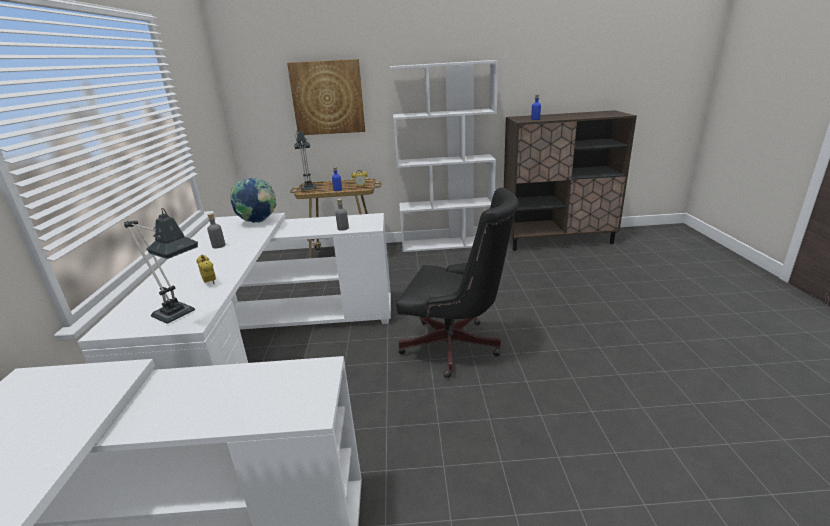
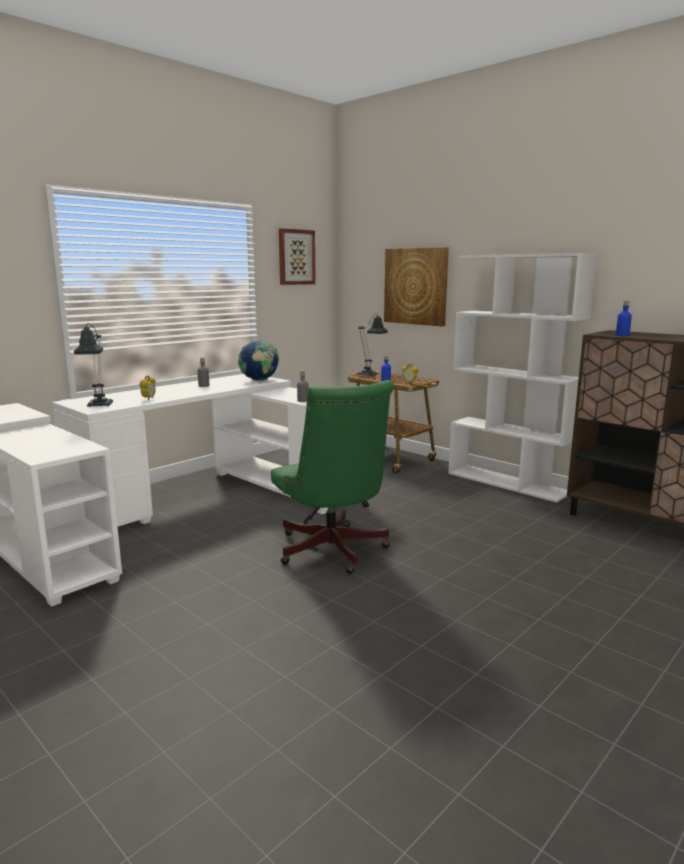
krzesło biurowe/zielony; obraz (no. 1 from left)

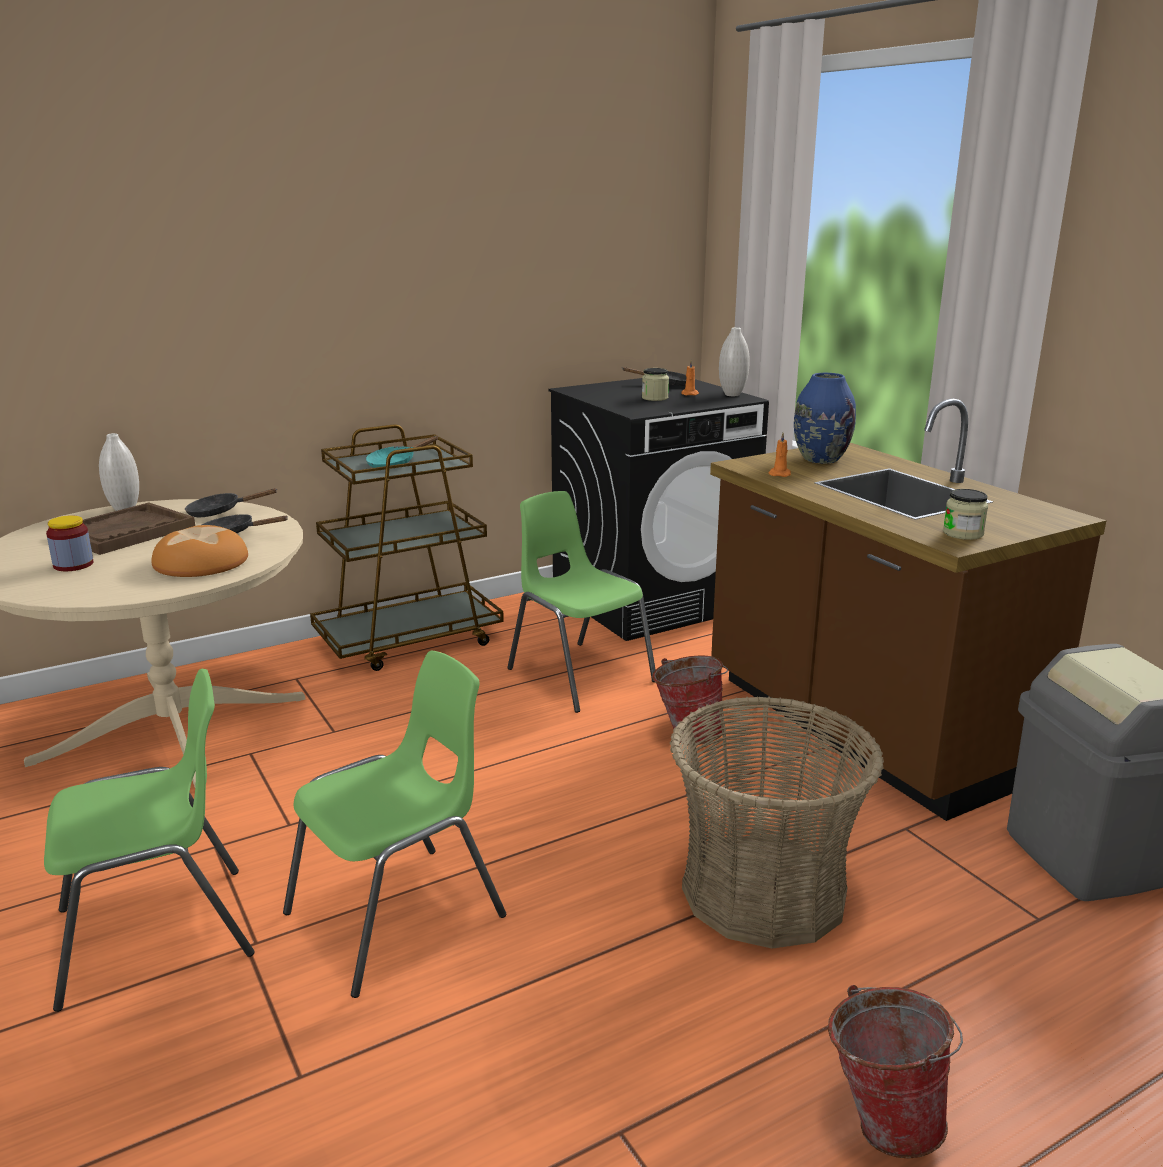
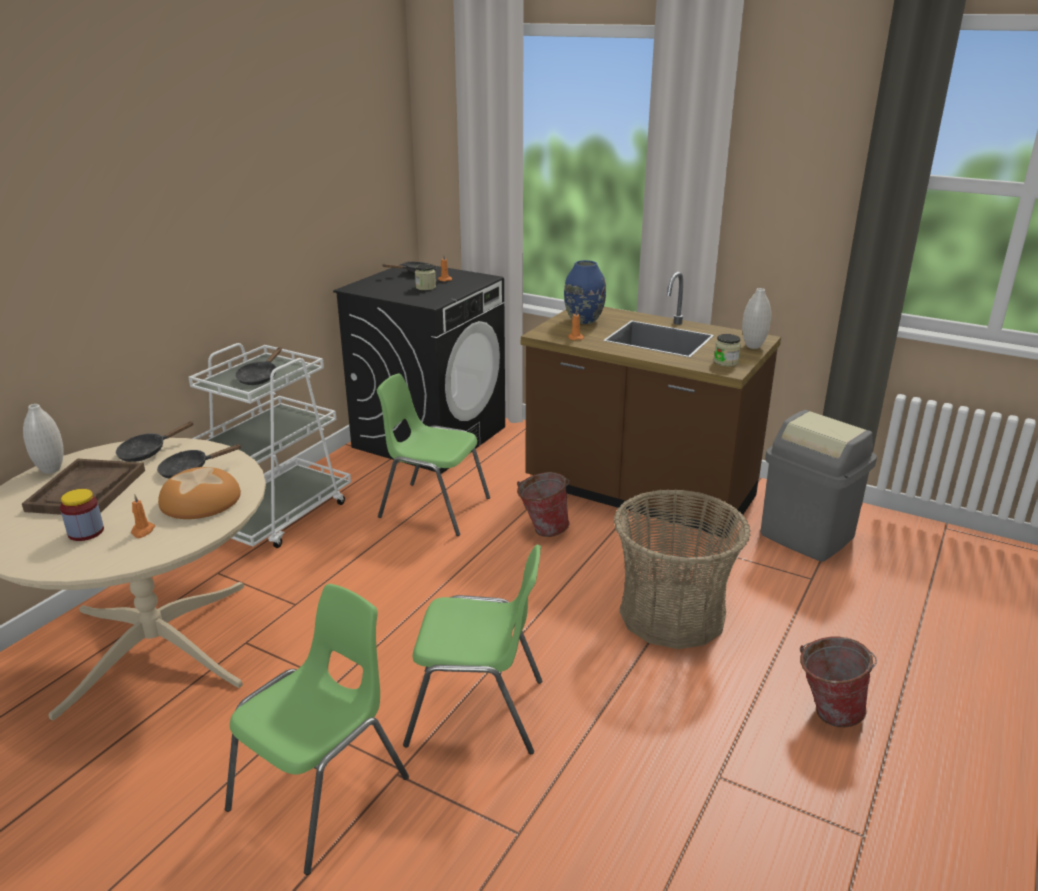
wazon/biały (no. 2 from left); wózek/biały; patelnia/czarny (no. 3 from left); krzesło/zielony (no. 3 from left); świeca/pomarańczowy (no. 1 from left)

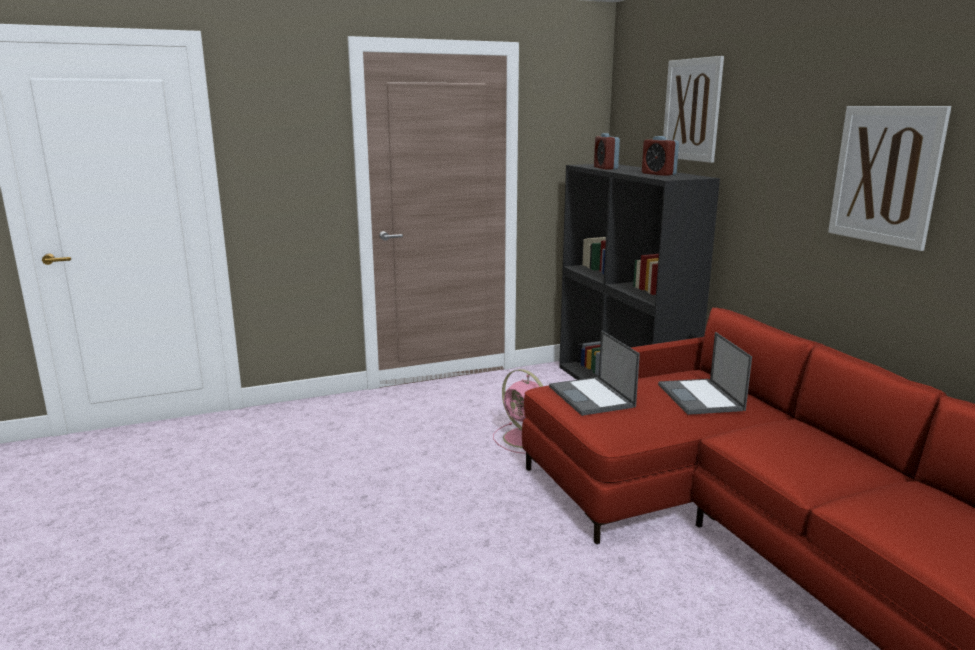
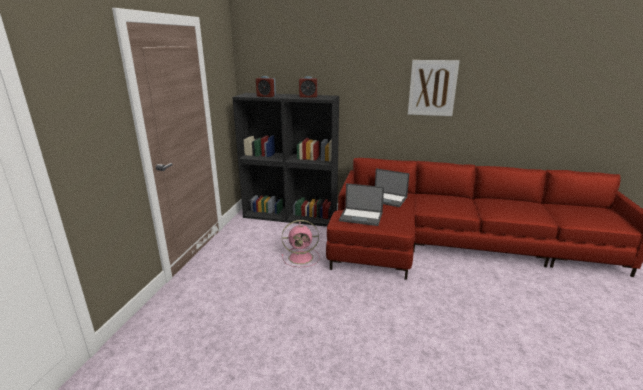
obraz (no. 1 from left in the first image)

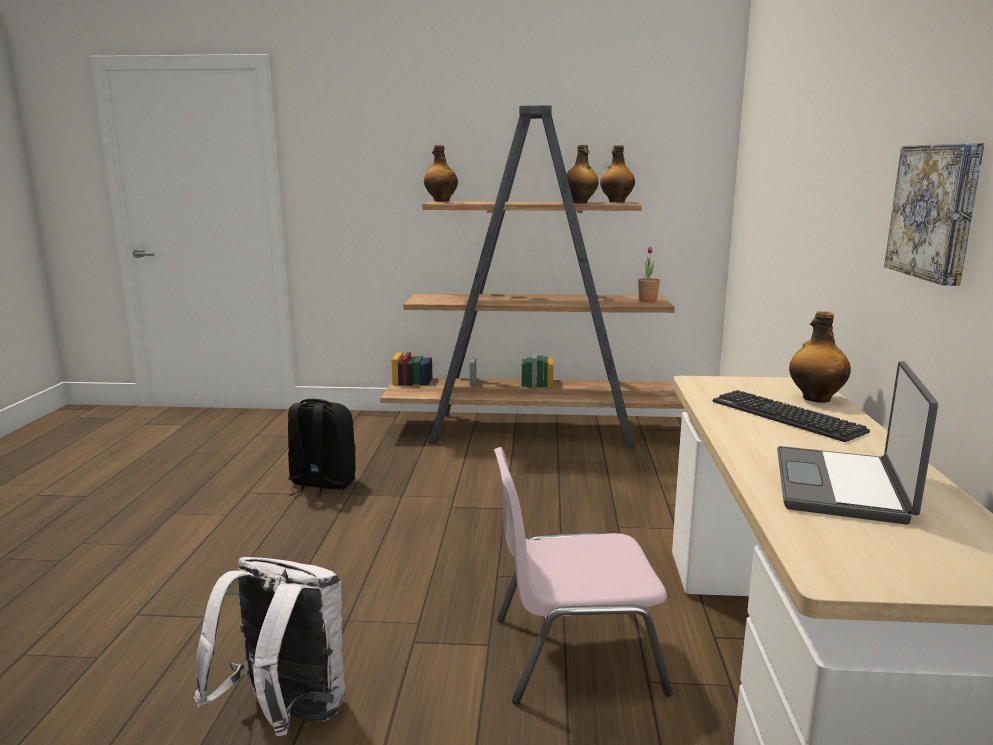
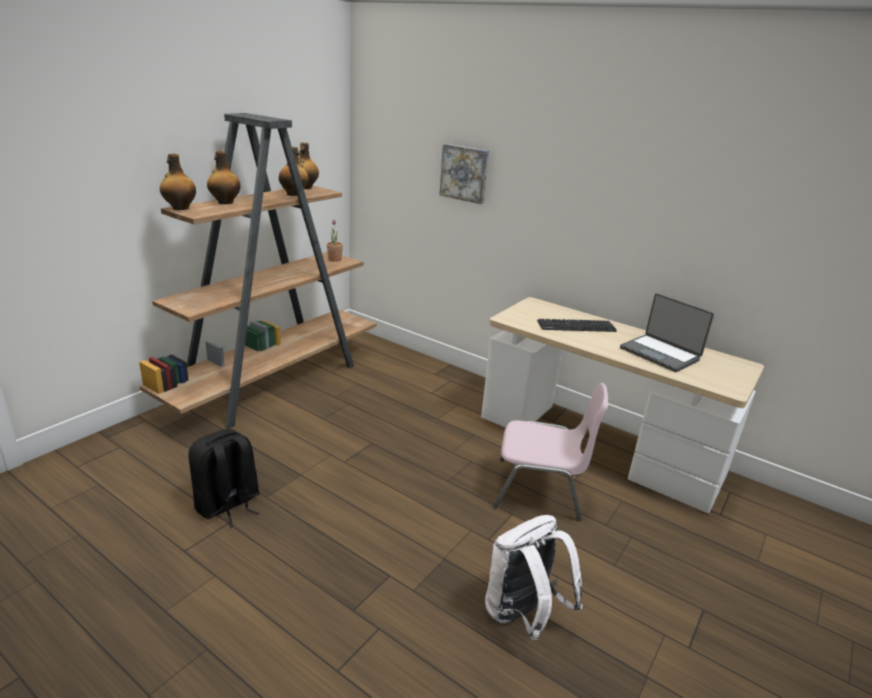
obraz; butelka (no. 2 from left); krzesło/różowy

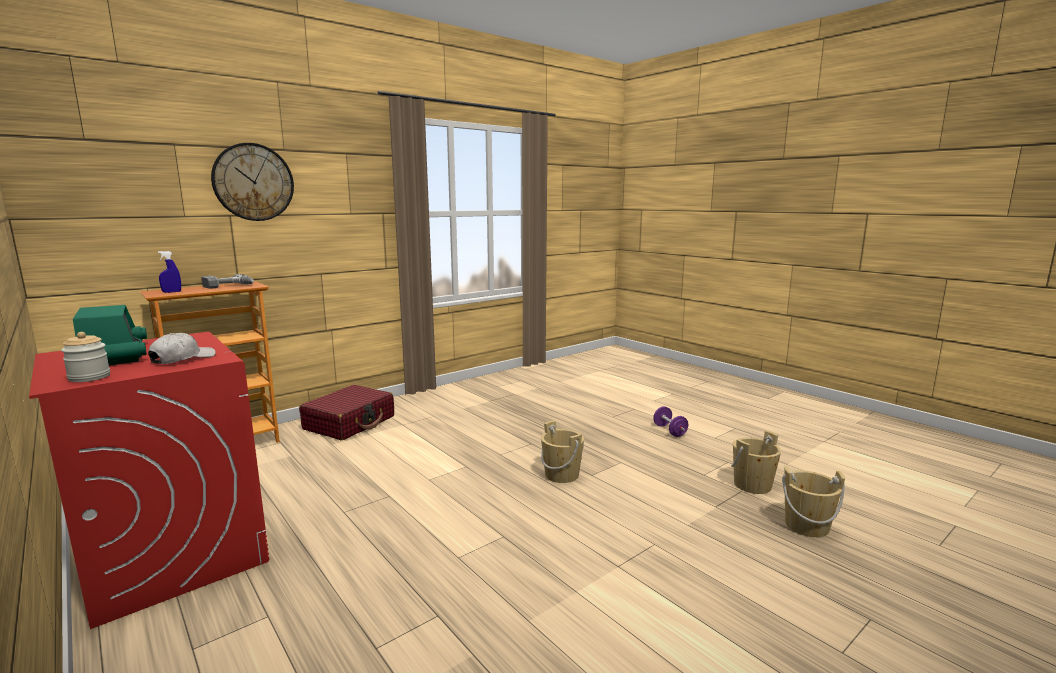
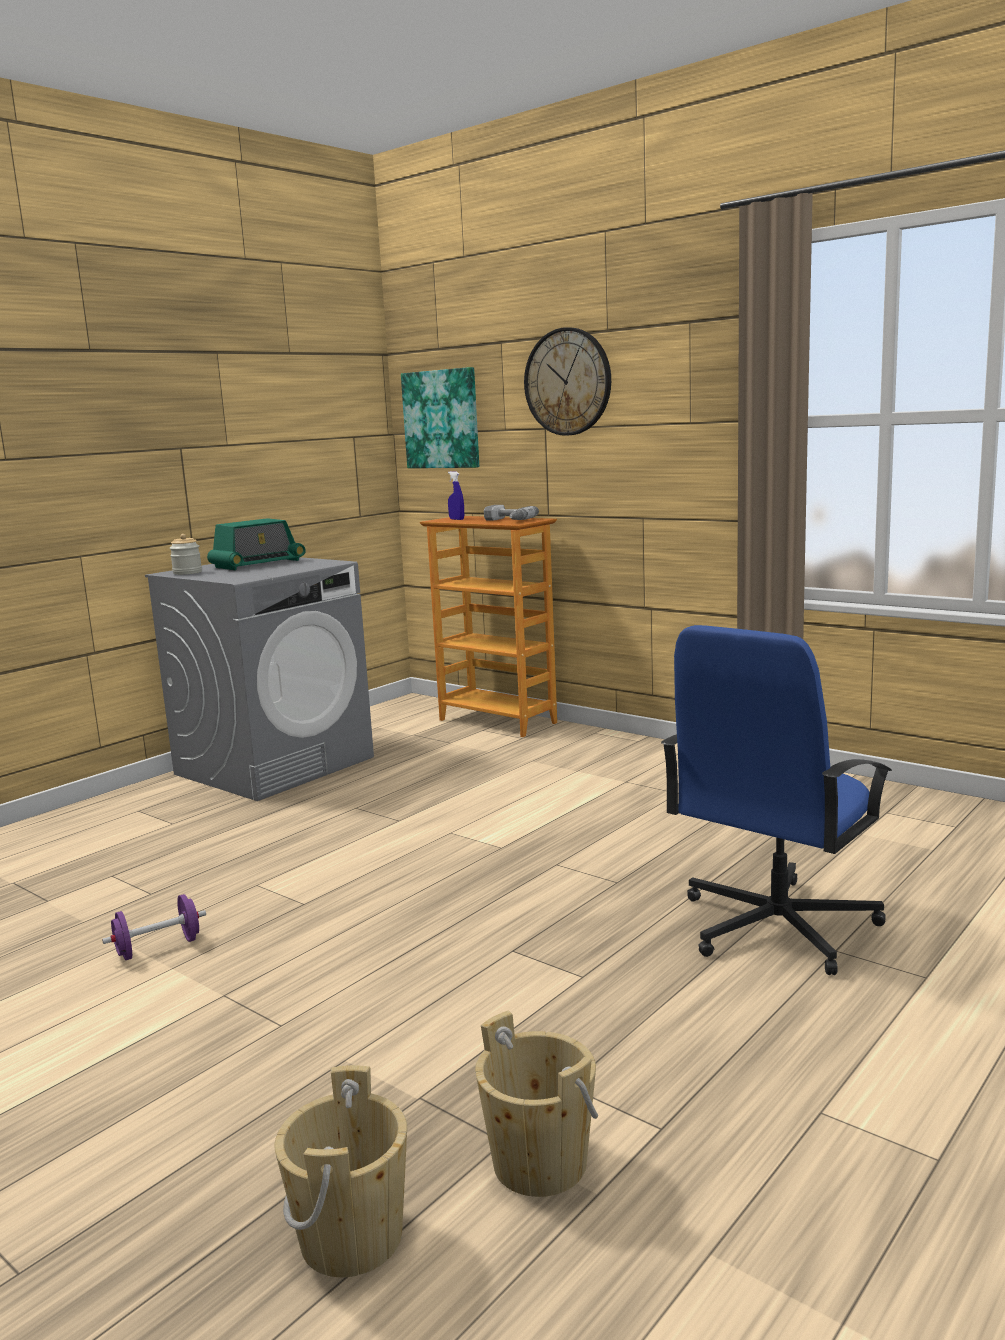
pralka/szary; czapka z daszkiem/biały; walizka/czerwony; hantel/fioletowy; wiadro/beżowy (no. 1 from left in the first image); obraz; krzesło biurowe/niebieski

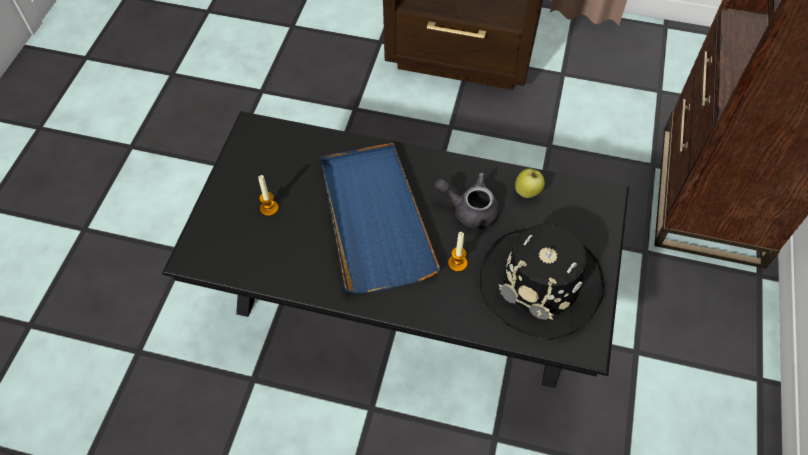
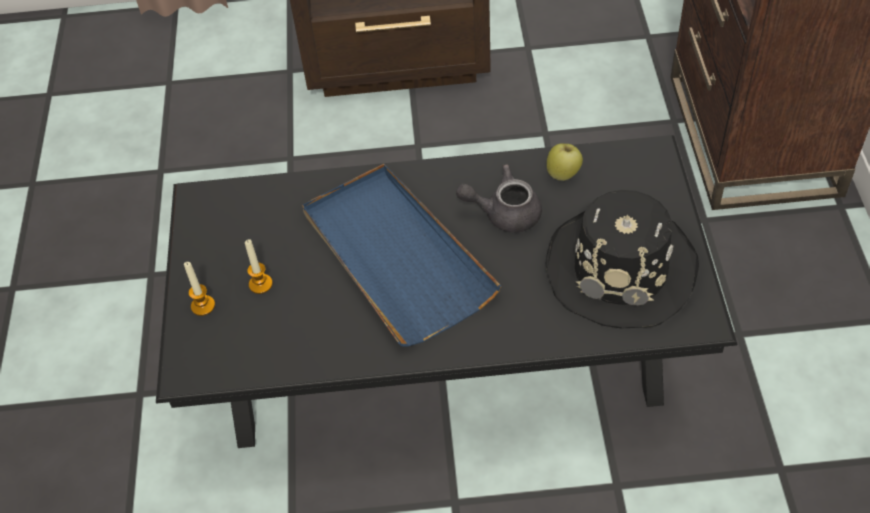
świeca (no. 1 from left)

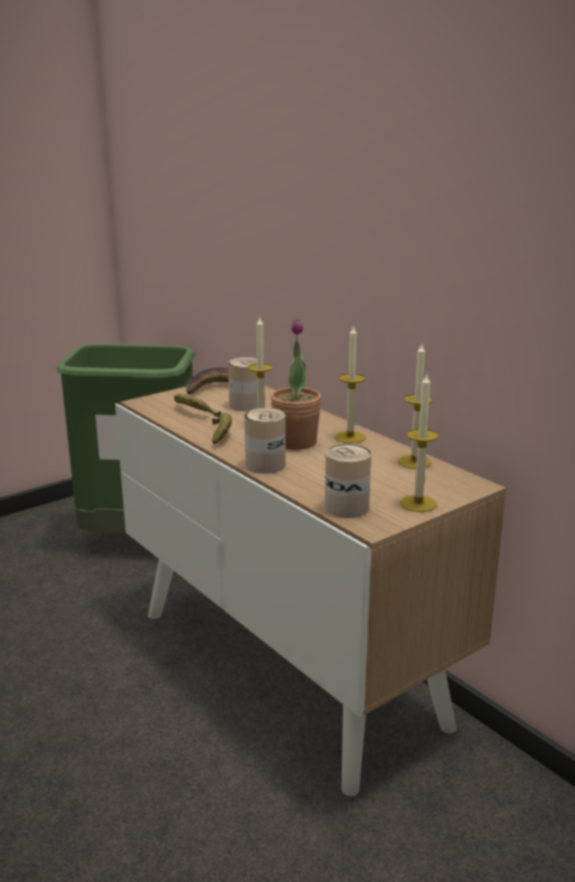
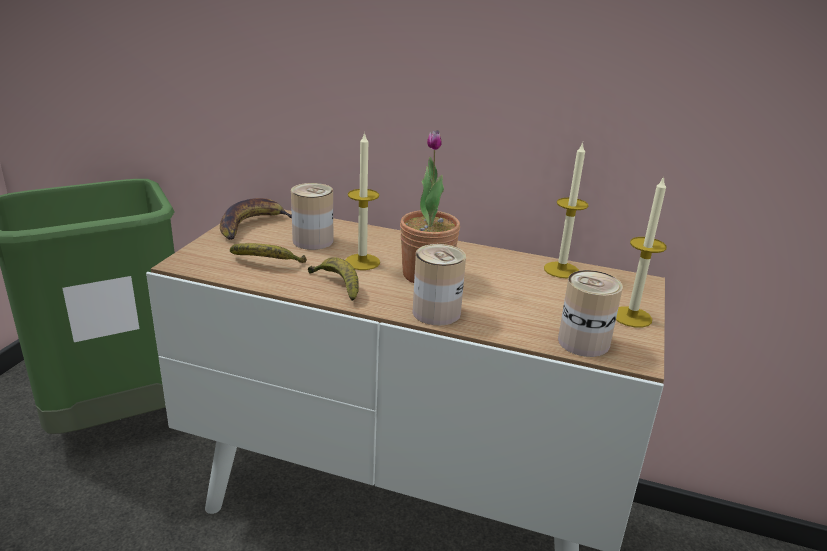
świeca (no. 2 from left in the first image)

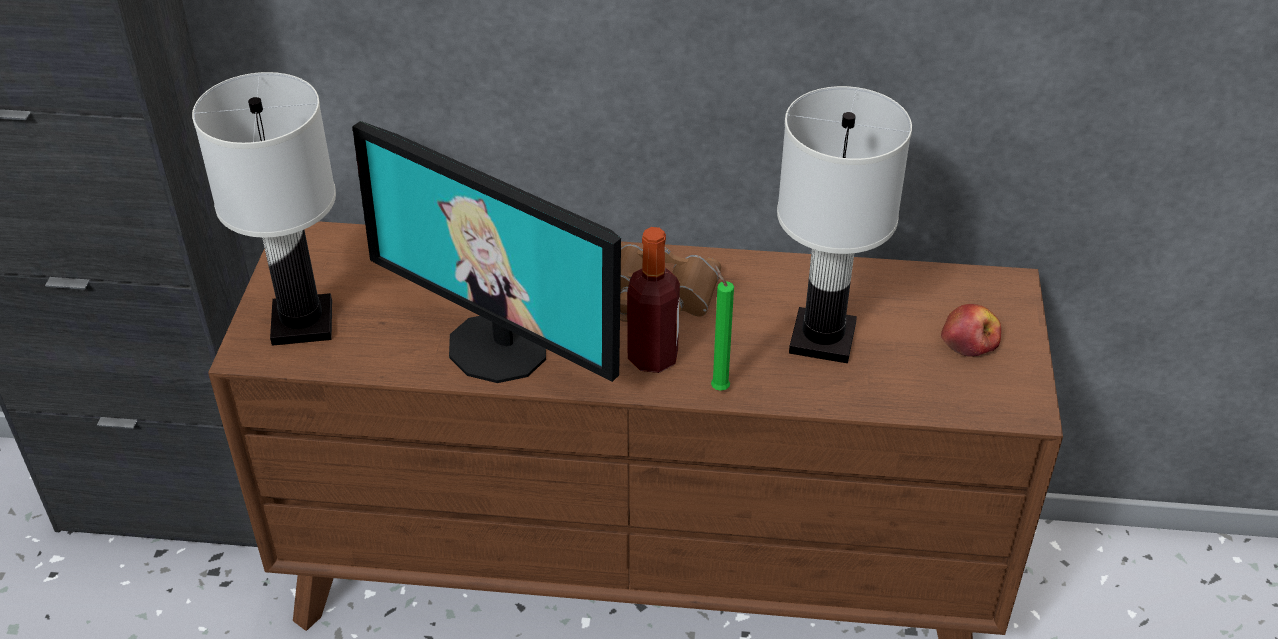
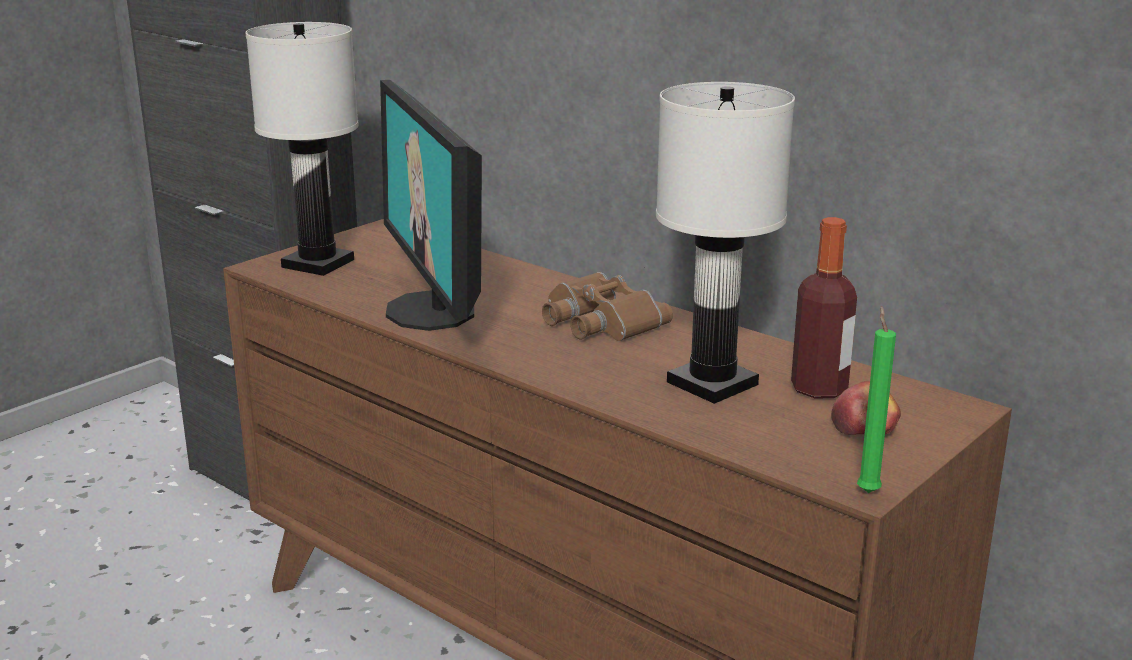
butelka; świeca/zielony

